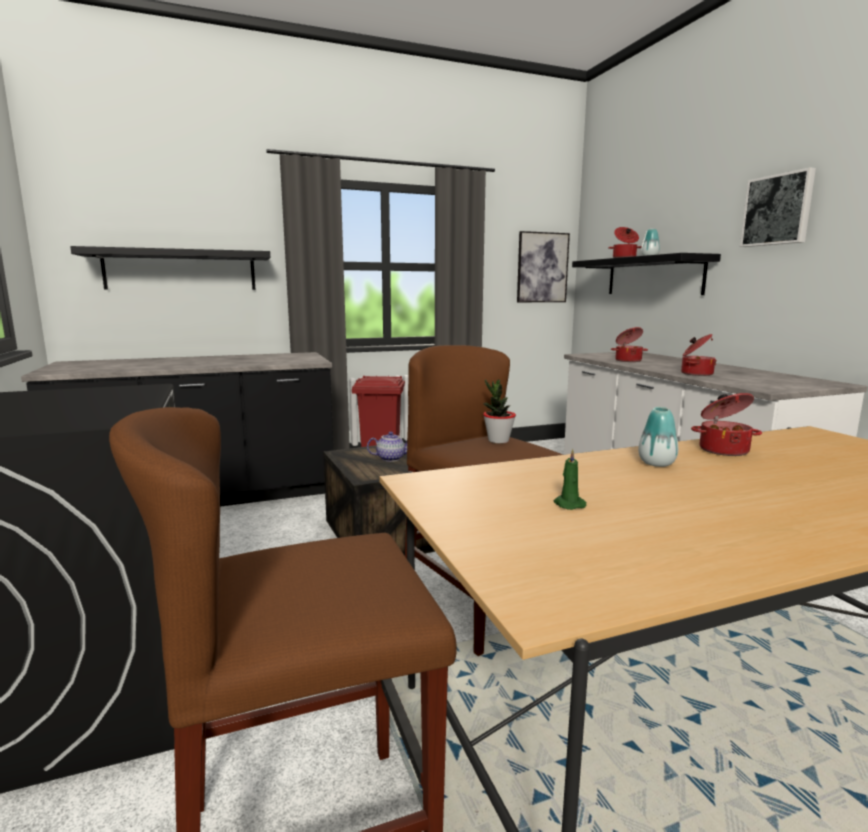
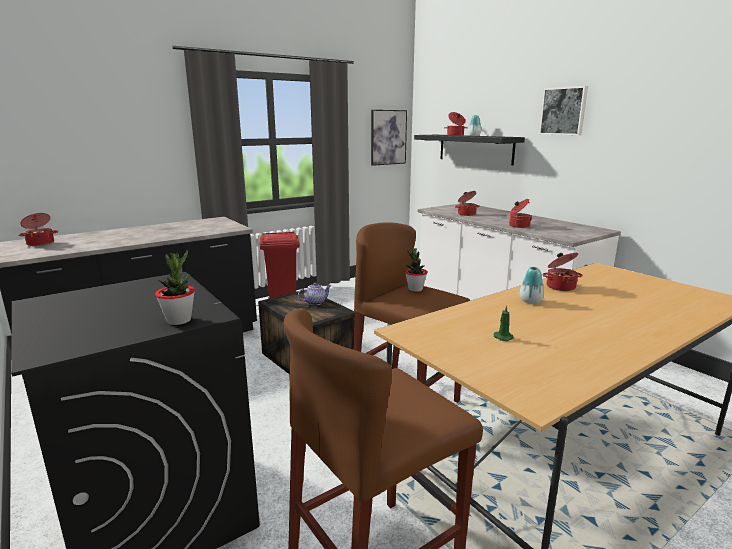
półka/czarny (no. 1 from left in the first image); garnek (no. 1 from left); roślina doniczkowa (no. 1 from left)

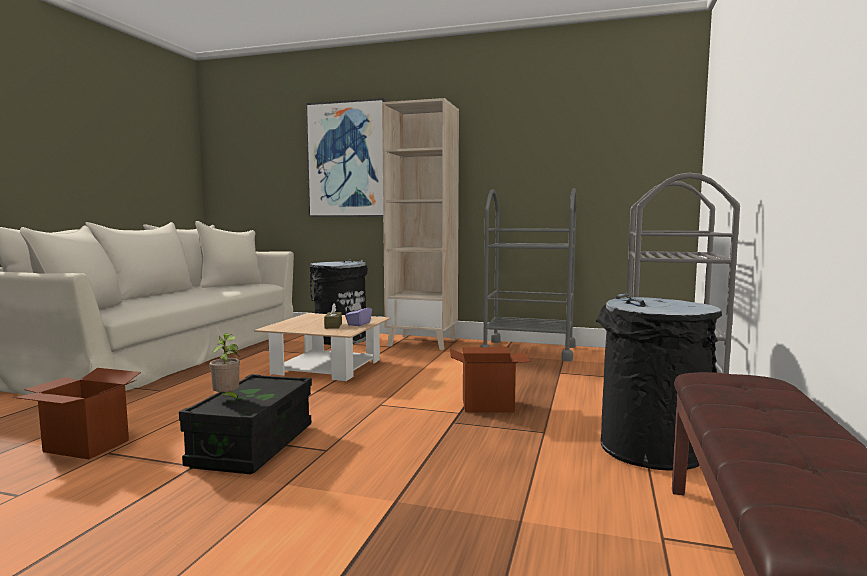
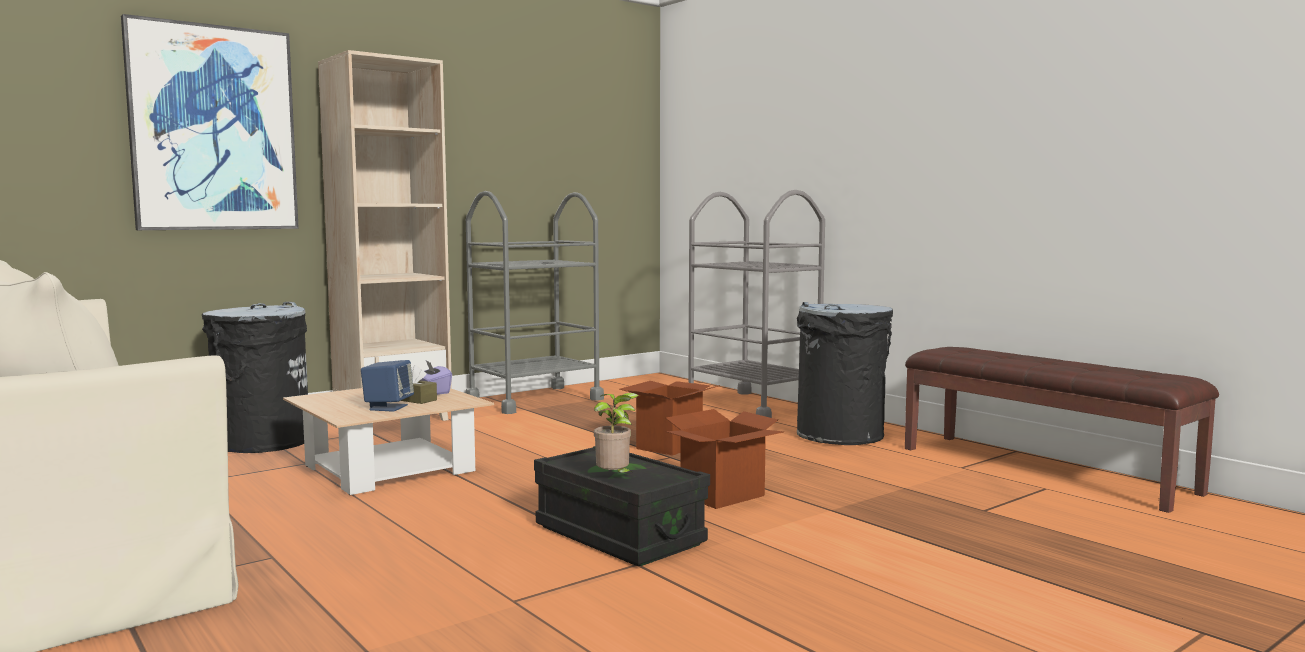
karton (no. 2 from left); głośnik/niebieski

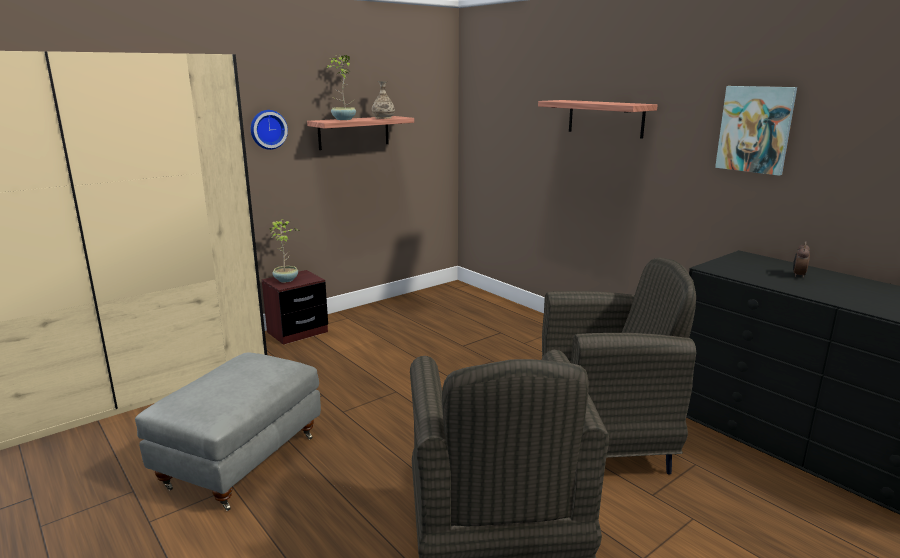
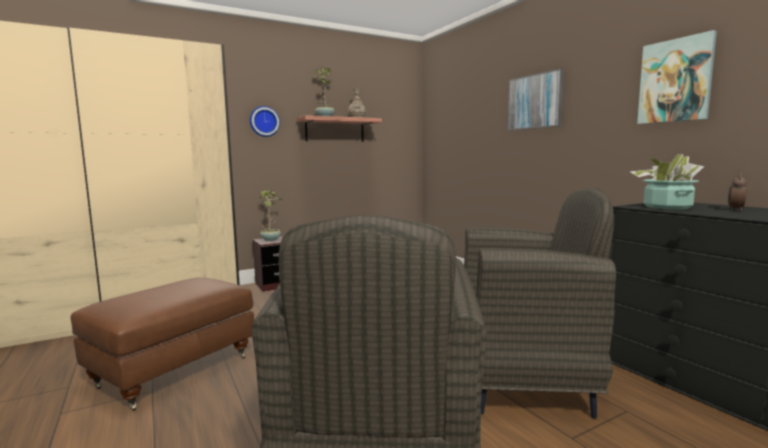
obraz (no. 1 from left); pufa/brązowy; roślina doniczkowa (no. 3 from left)

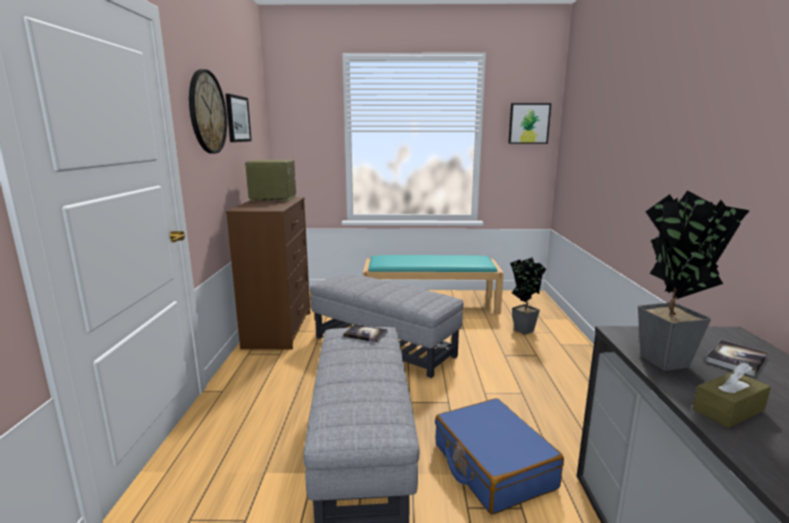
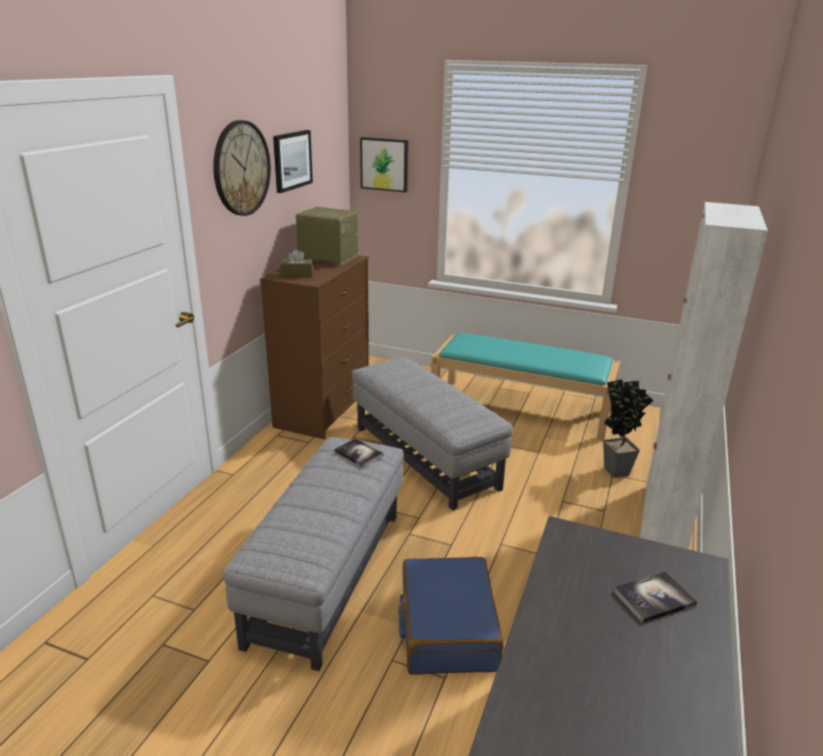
obraz (no. 2 from left); roślina doniczkowa (no. 2 from left in the first image); pudełko chusteczek/brązowy; szafka/biały

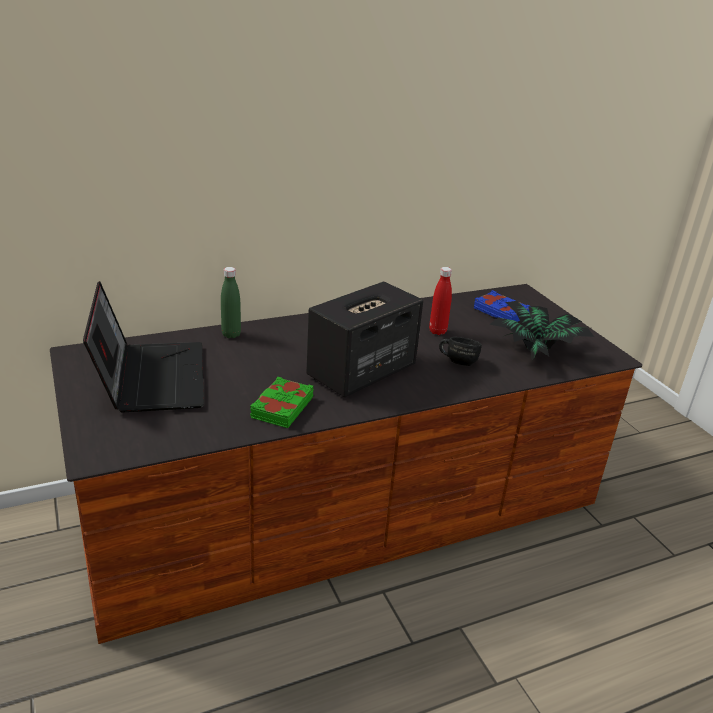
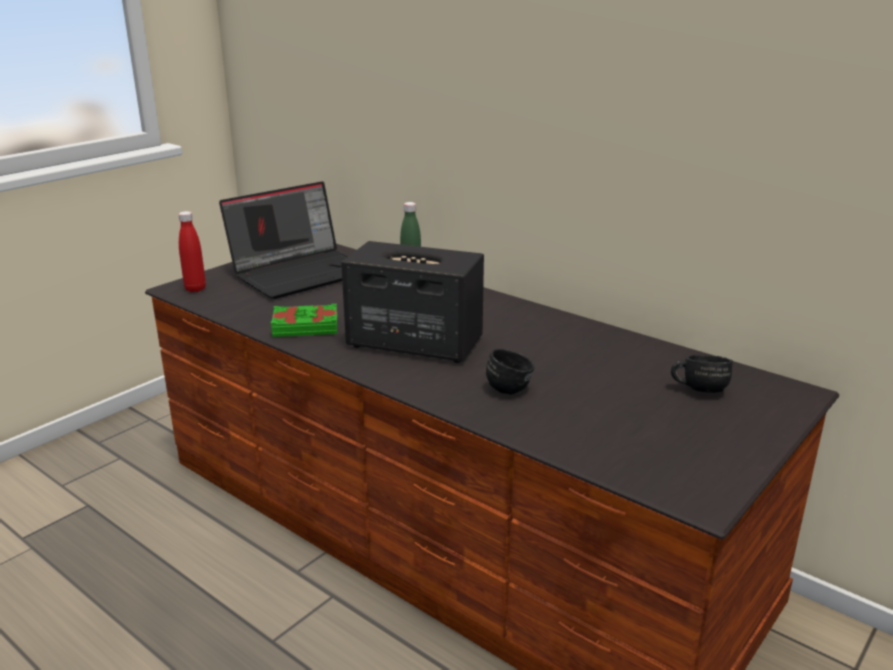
butelka/czerwony; kubek/czarny (no. 2 from left); roślina doniczkowa

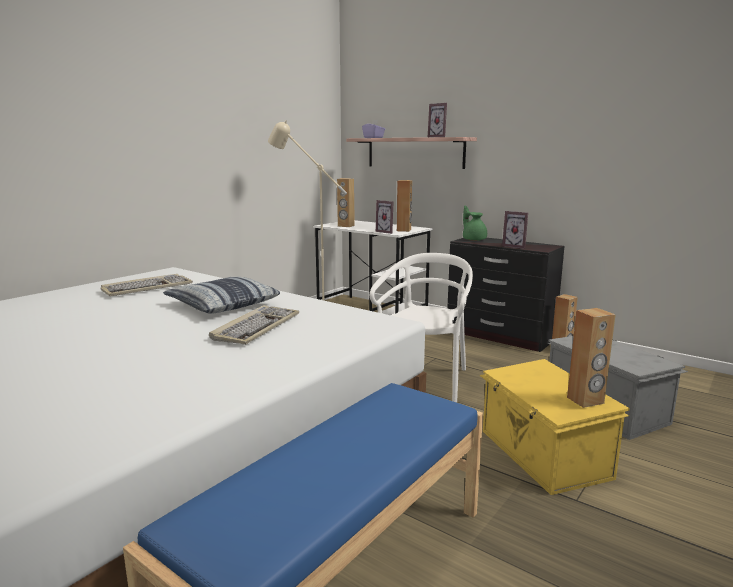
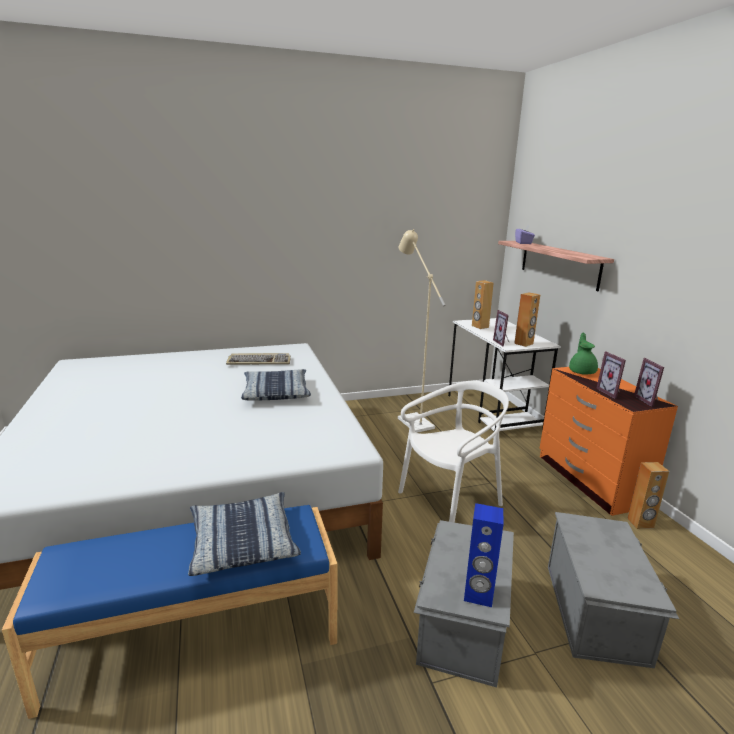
ramka na zdjęcie (no. 3 from left); komoda/pomarańczowy; klawiatura (no. 2 from left in the first image); głośnik/niebieski; pojemnik do przechowywania/szary (no. 1 from left); poduszka (no. 1 from left)

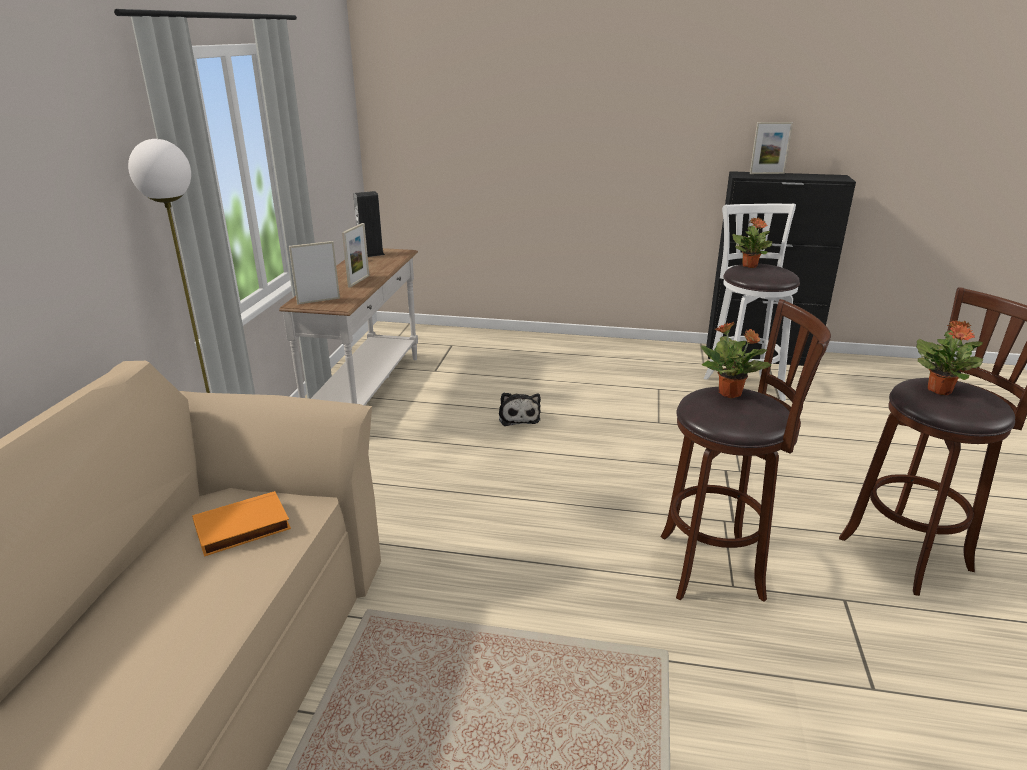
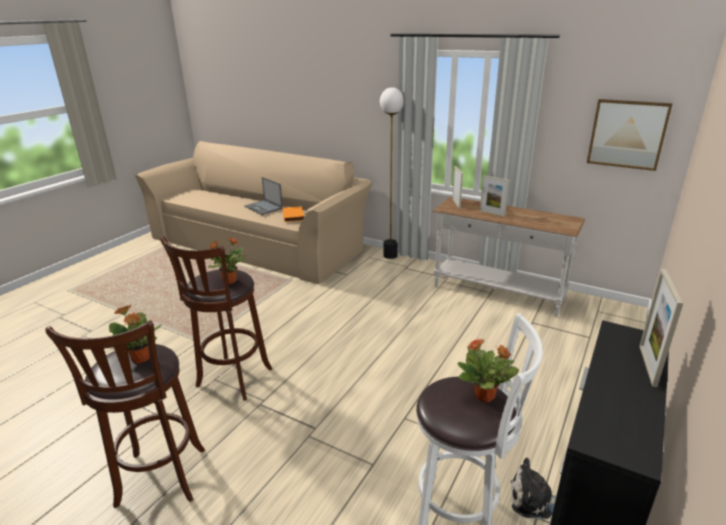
głośnik; pluszak; obraz; laptop

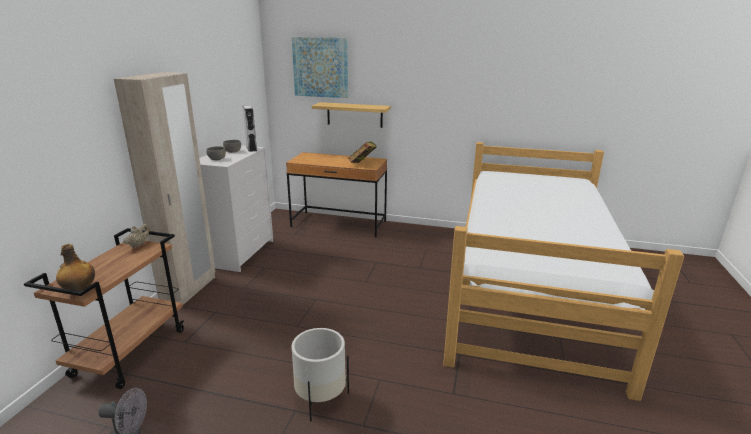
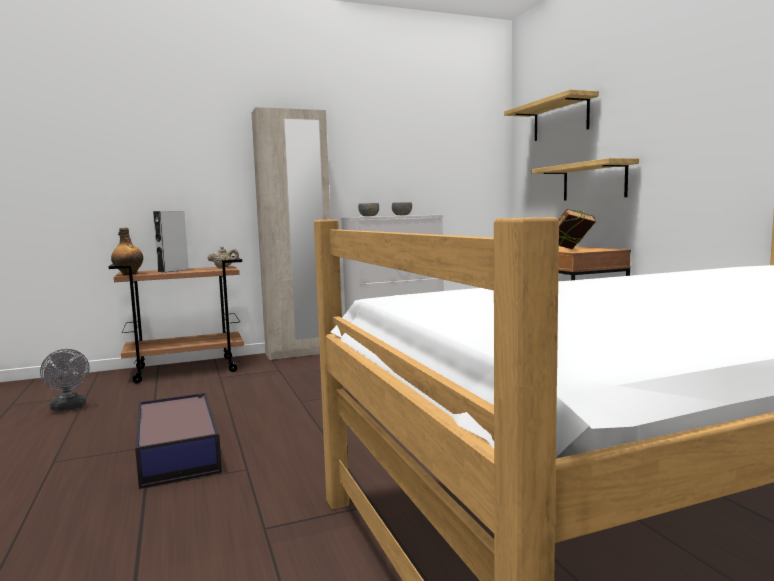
półka (no. 1 from left); głośnik/szary; pojemnik do przechowywania

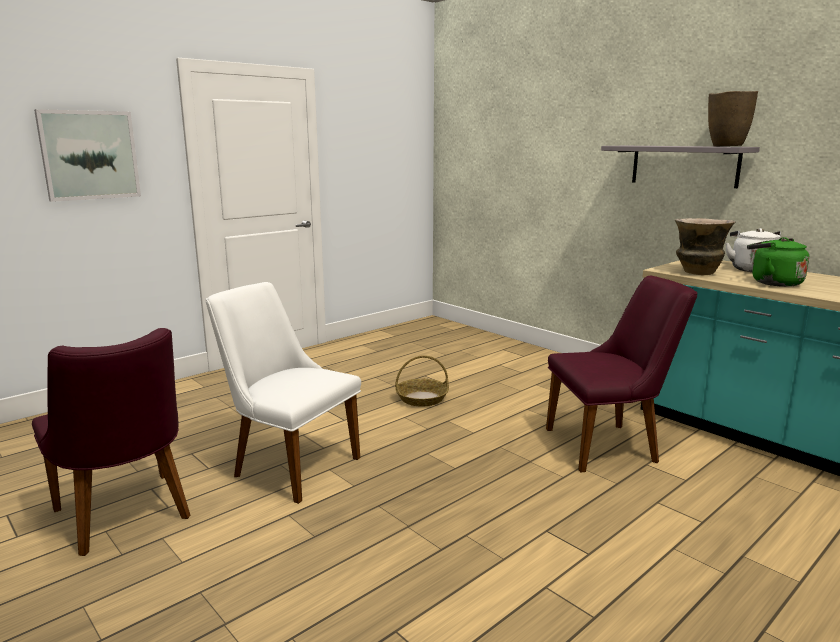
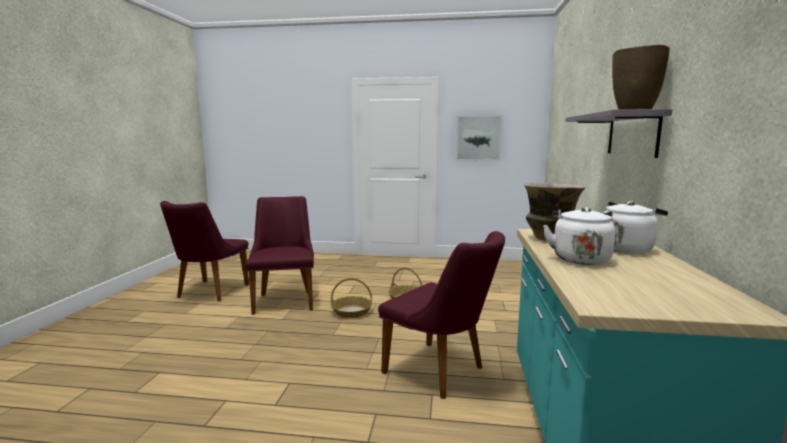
obraz; czajnik/biały (no. 1 from left); krzesło/fioletowy (no. 2 from left); koszyk (no. 1 from left)

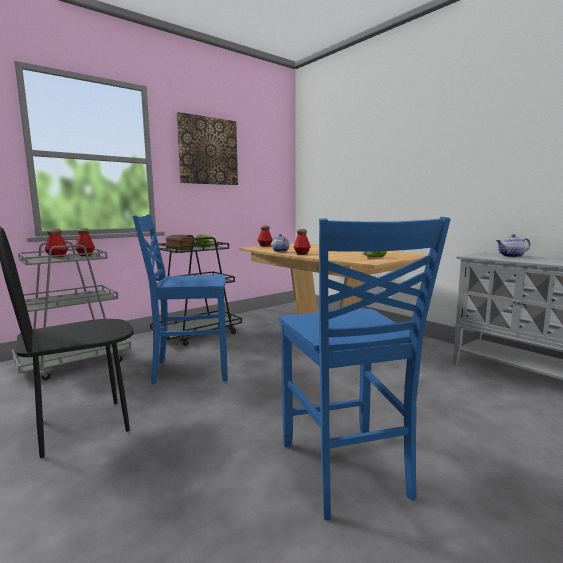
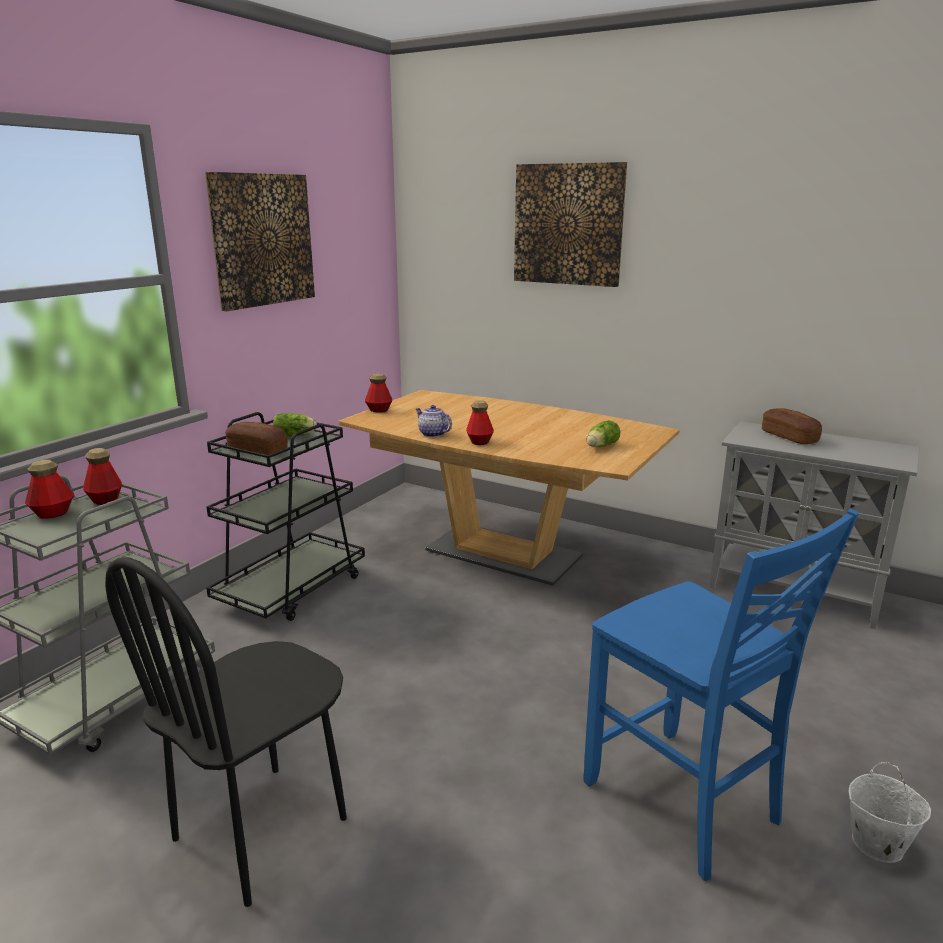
krzesło/niebieski (no. 1 from left in the first image); chleb (no. 2 from left); obraz (no. 2 from left); wiadro/biały

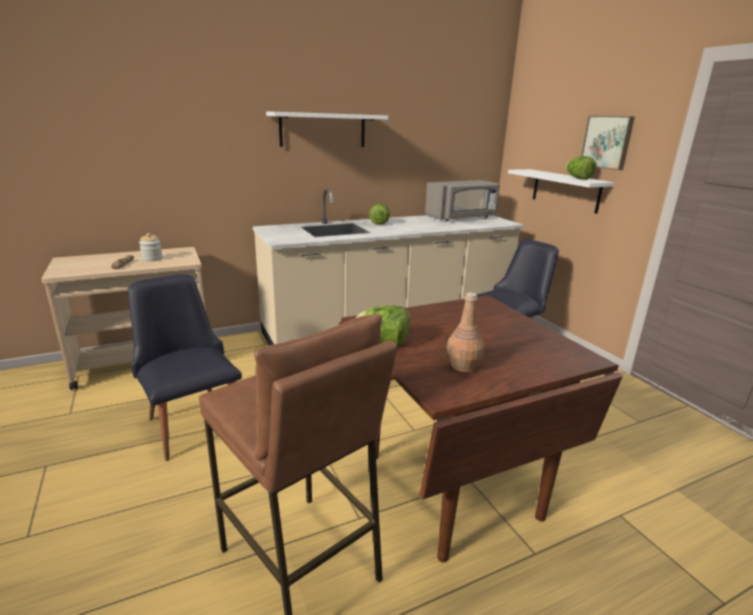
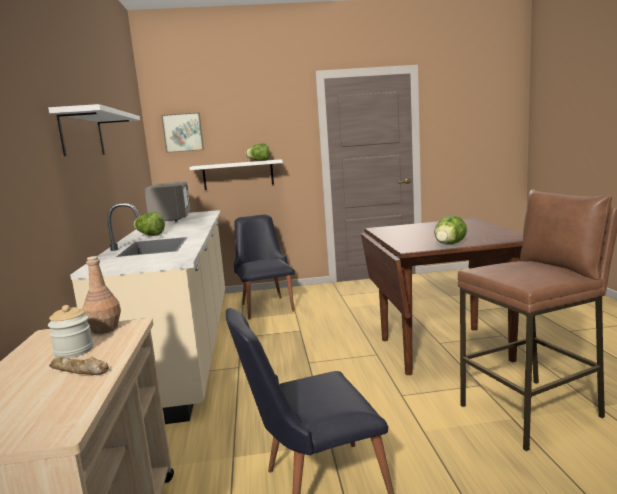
obraz; butelka/brązowy

